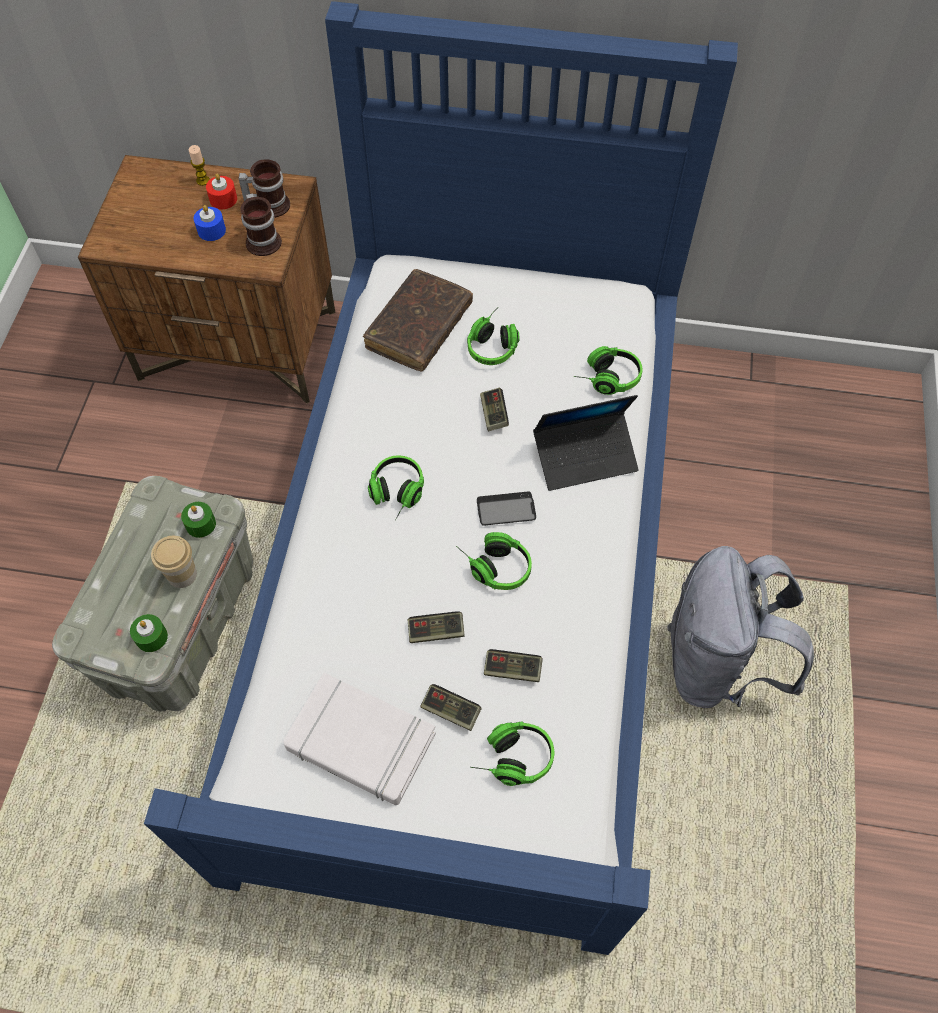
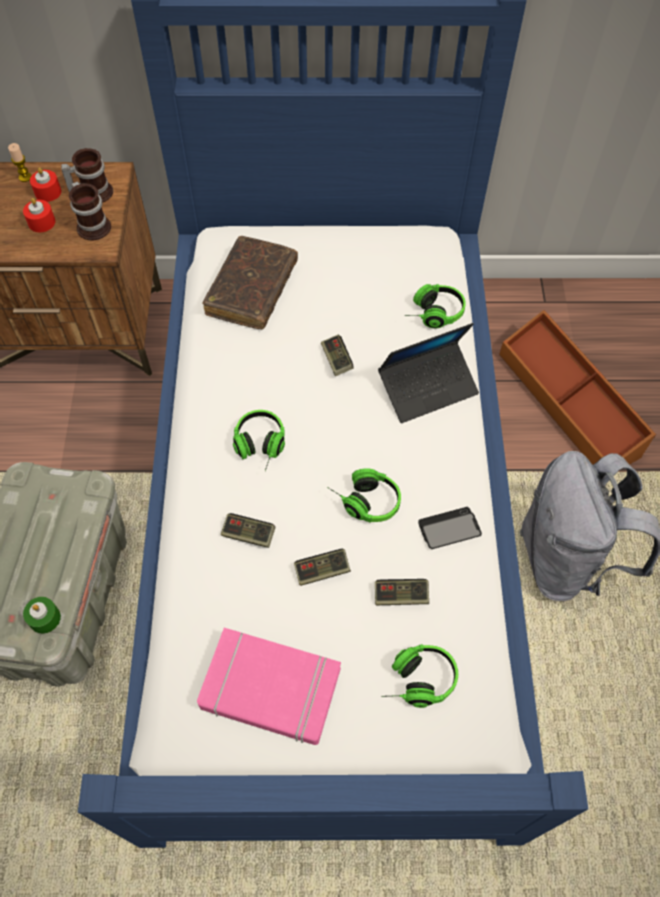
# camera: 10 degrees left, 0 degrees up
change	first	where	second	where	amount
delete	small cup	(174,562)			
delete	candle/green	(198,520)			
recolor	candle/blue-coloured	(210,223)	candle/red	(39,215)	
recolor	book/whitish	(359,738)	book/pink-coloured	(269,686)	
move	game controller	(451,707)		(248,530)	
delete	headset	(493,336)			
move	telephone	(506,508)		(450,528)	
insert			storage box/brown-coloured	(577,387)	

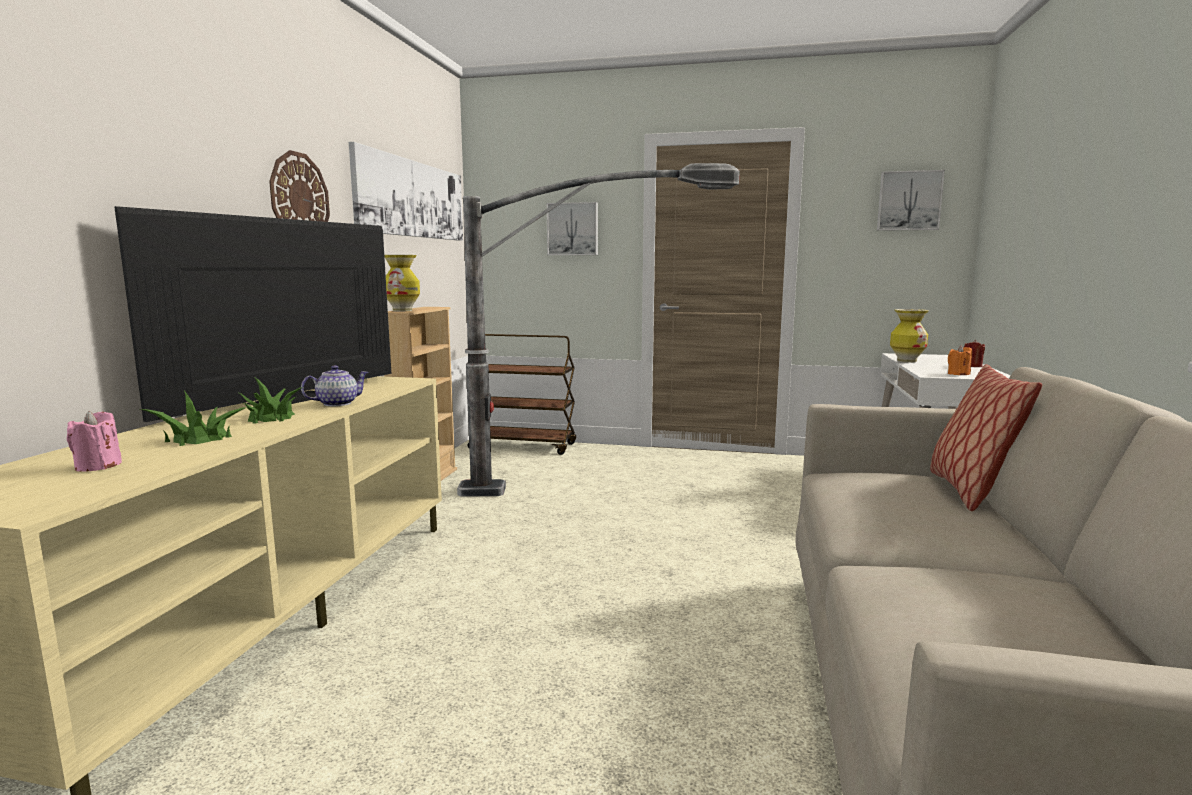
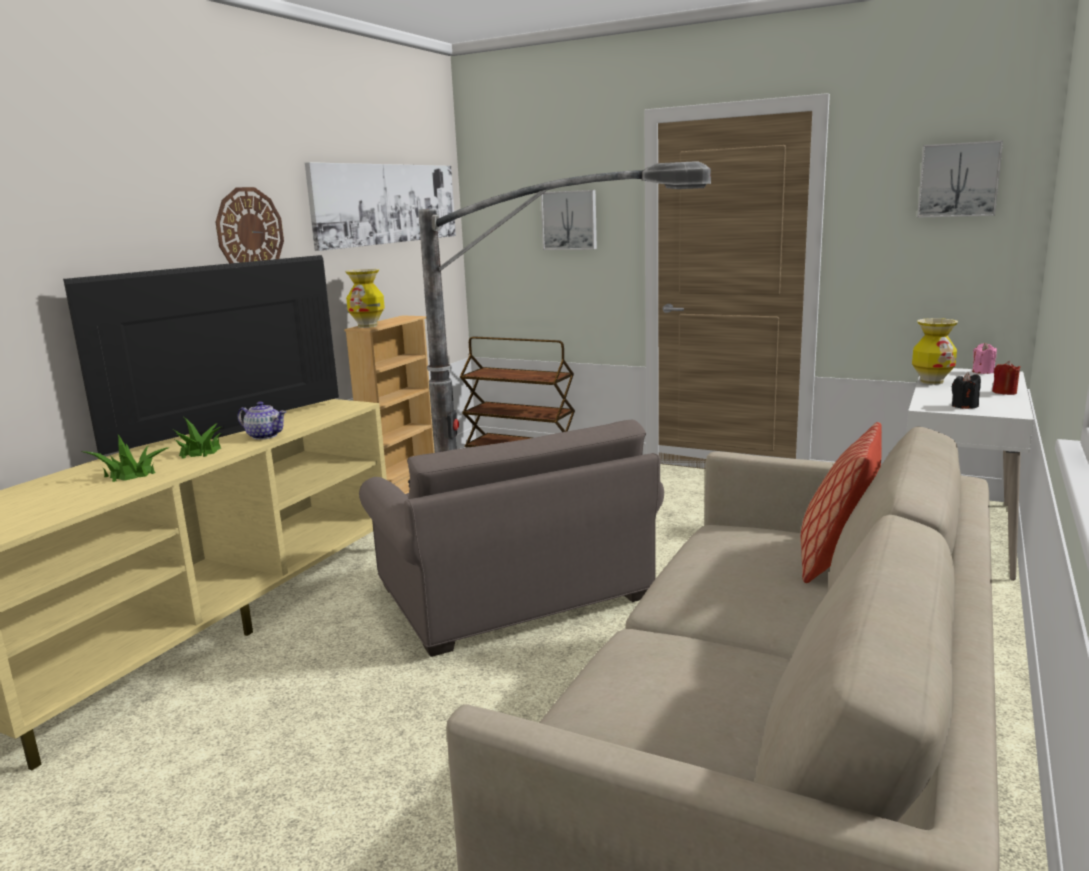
# camera: 15 degrees right, 5 degrees up
change	first	where	second	where	amount
move	candle/pink-coloured	(94,441)		(984,358)	
rotate	pot for tea	(335,385)		(262,420)	45 degrees clockwise
recolor	candle/orange	(960,360)	candle/black	(966,391)	
insert			armchair/gray	(511,538)	

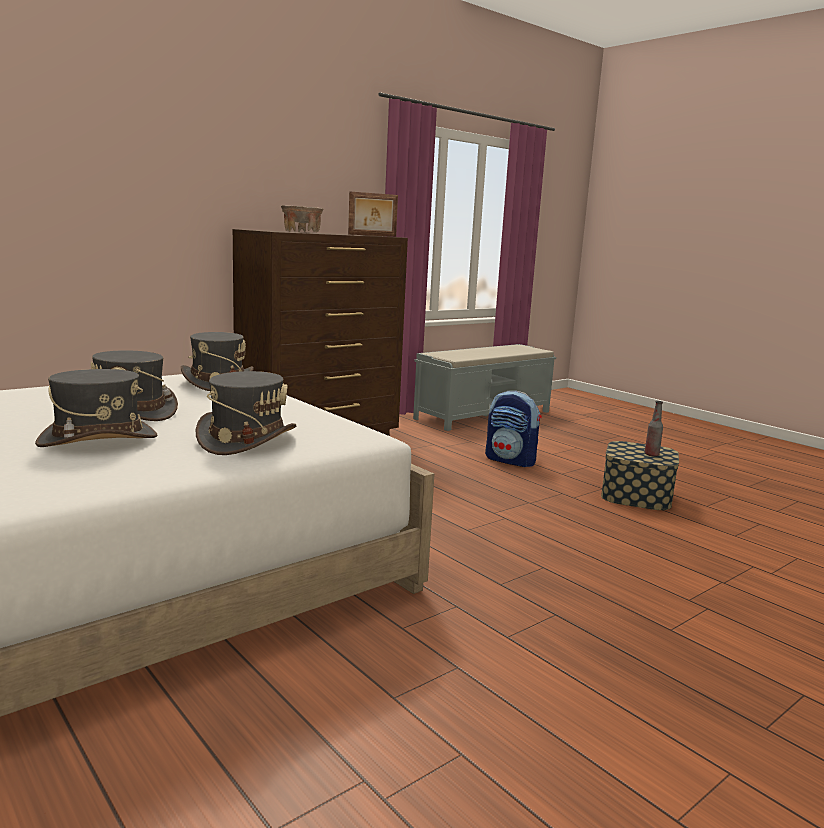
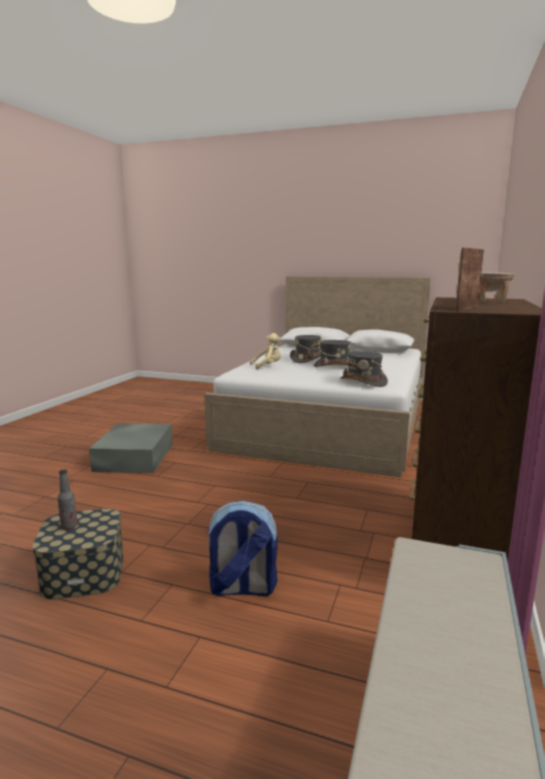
# camera: 150 degrees right, 0 degrees up
change	first	where	second	where	amount
replace	wearable hat/gray	(246,413)	soft toy/beige	(265,351)	
insert			storage box/gray	(131,448)	

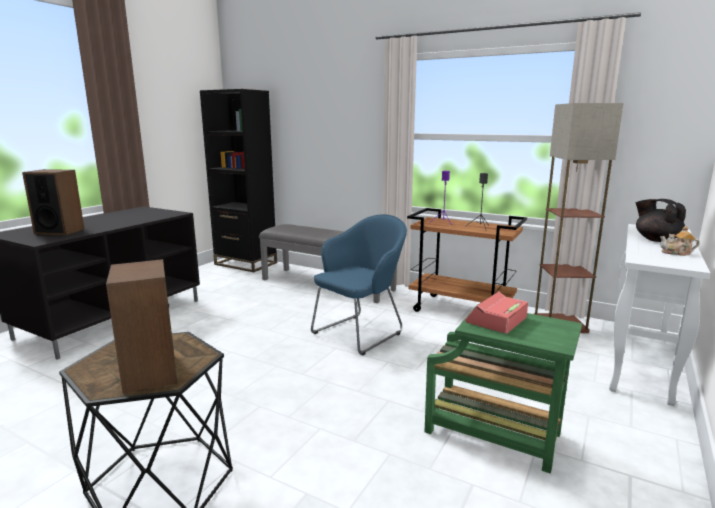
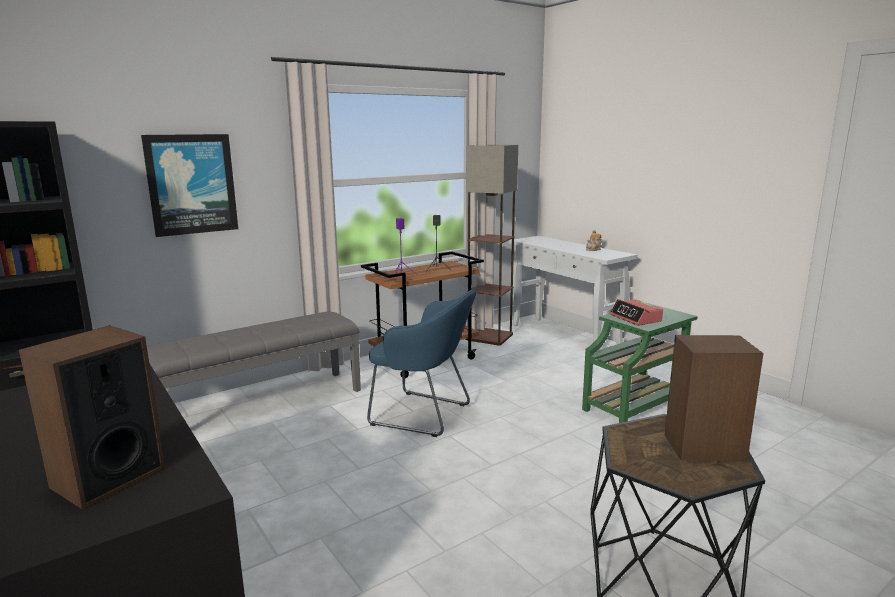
# camera: 65 degrees left, 0 degrees up
change	first	where	second	where	amount
rotate	armchair/blue-coloured	(359,285)		(422,363)	135 degrees clockwise
delete	pot for tea/black	(661,220)			
insert			wall picture	(189,185)	

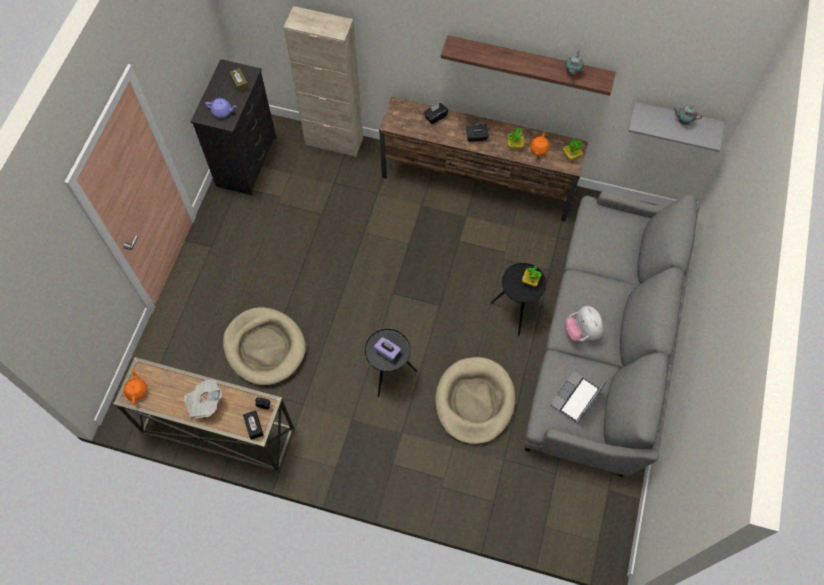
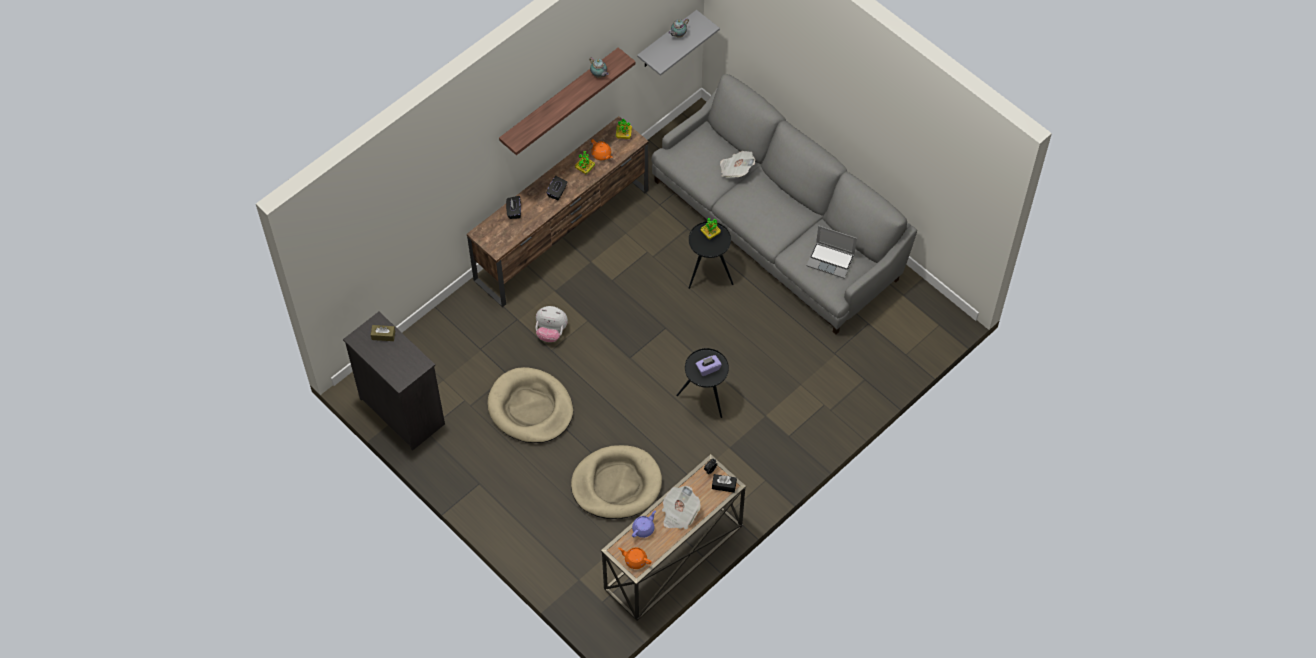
# camera: 60 degrees left, 5 degrees down
change	first	where	second	where	amount
move	pot for tea/purplish	(220,108)		(644,524)	
delete	storage cabinet/beige	(323,81)			
move	pet bed/beige	(475,400)		(530,405)	
rotate	portable computer	(579,397)		(831,252)	45 degrees counterclockwise
move	soft toy	(583,323)		(551,324)	
insert			daily paper	(737,164)	

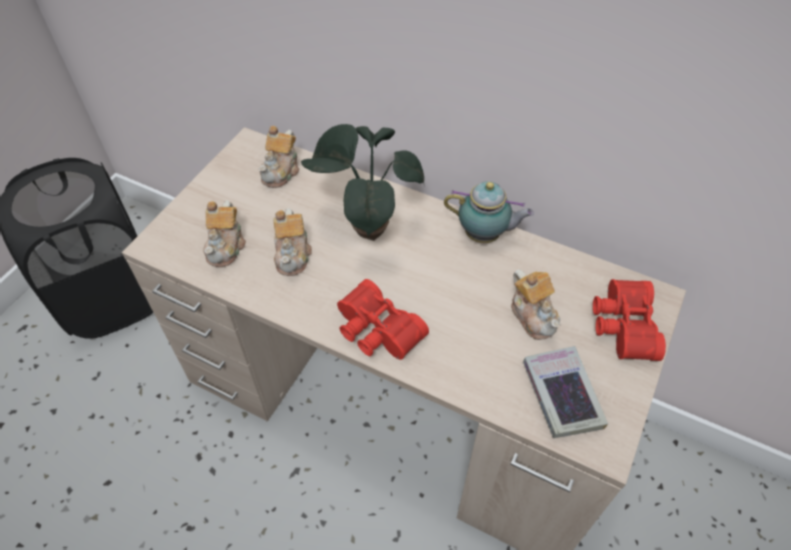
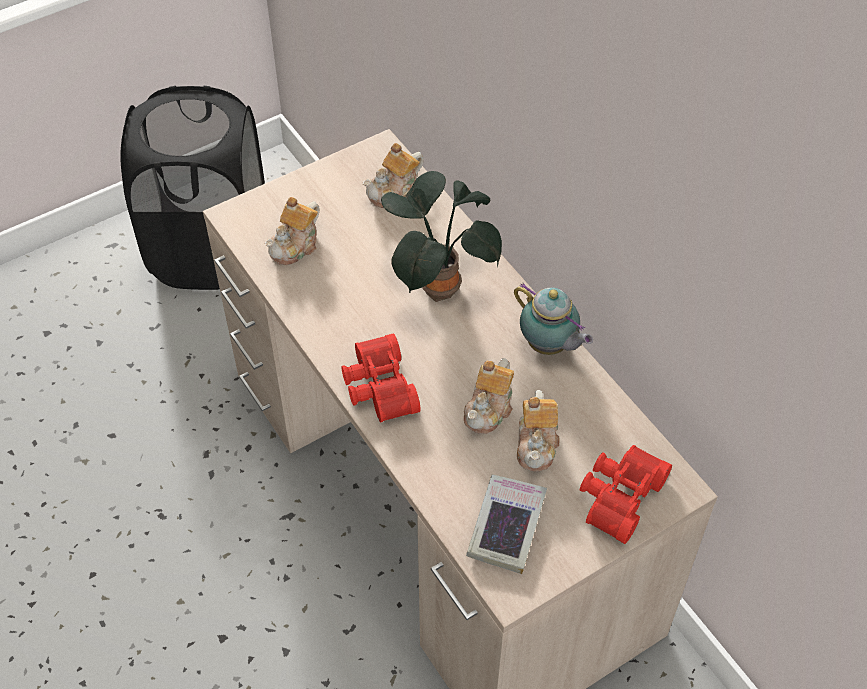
# camera: 30 degrees right, 0 degrees up
change	first	where	second	where	amount
move	pot for tea	(293,242)		(489,396)	

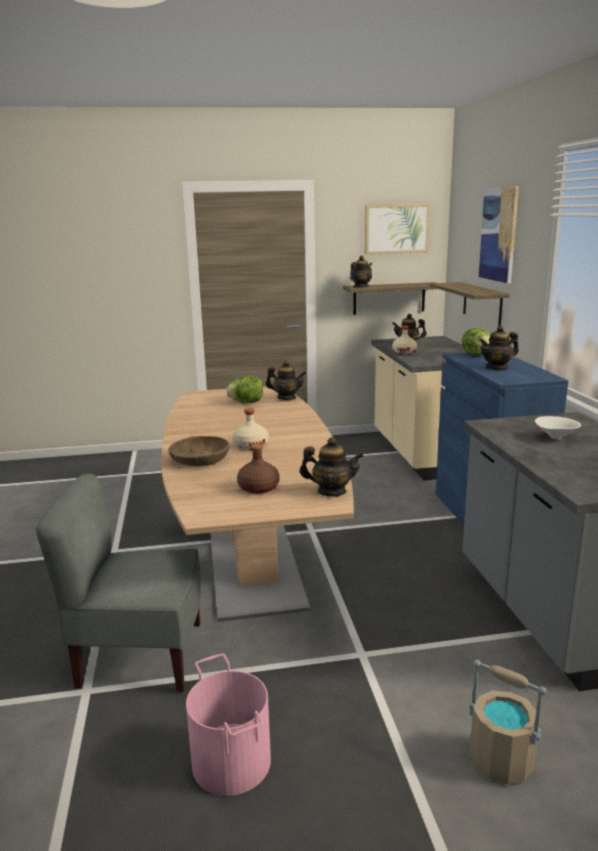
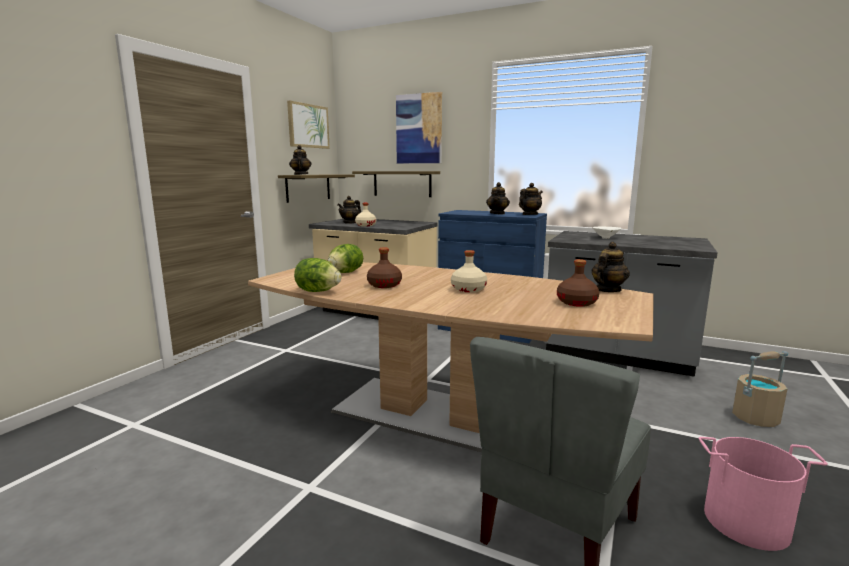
# camera: 55 degrees left, 5 degrees down
change	first	where	second	where	amount
delete	deep dish/brown-coloured	(199,451)			
move	pot for tea	(286,380)		(531,199)	
move	lettuce	(476,341)		(317,275)	
insert			beverage bottle/brown-coloured	(384,267)	

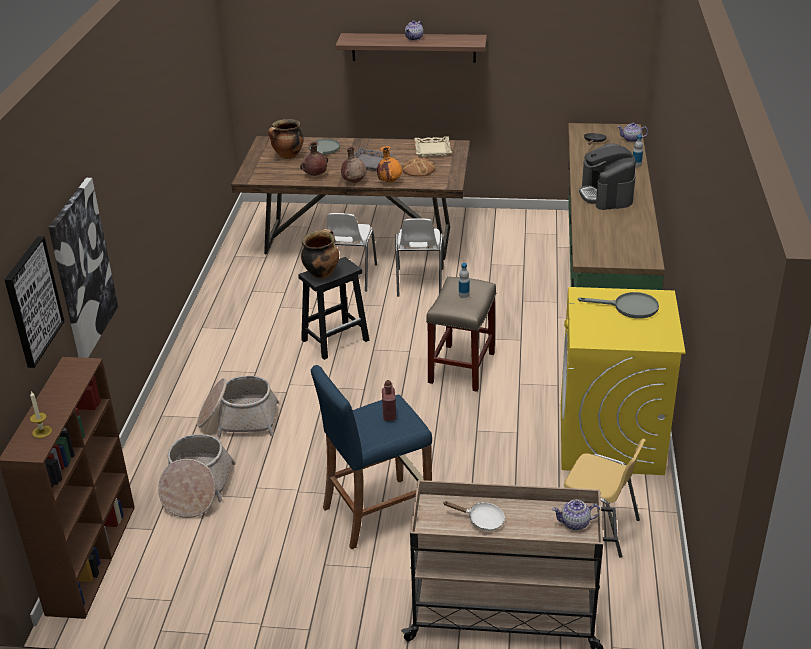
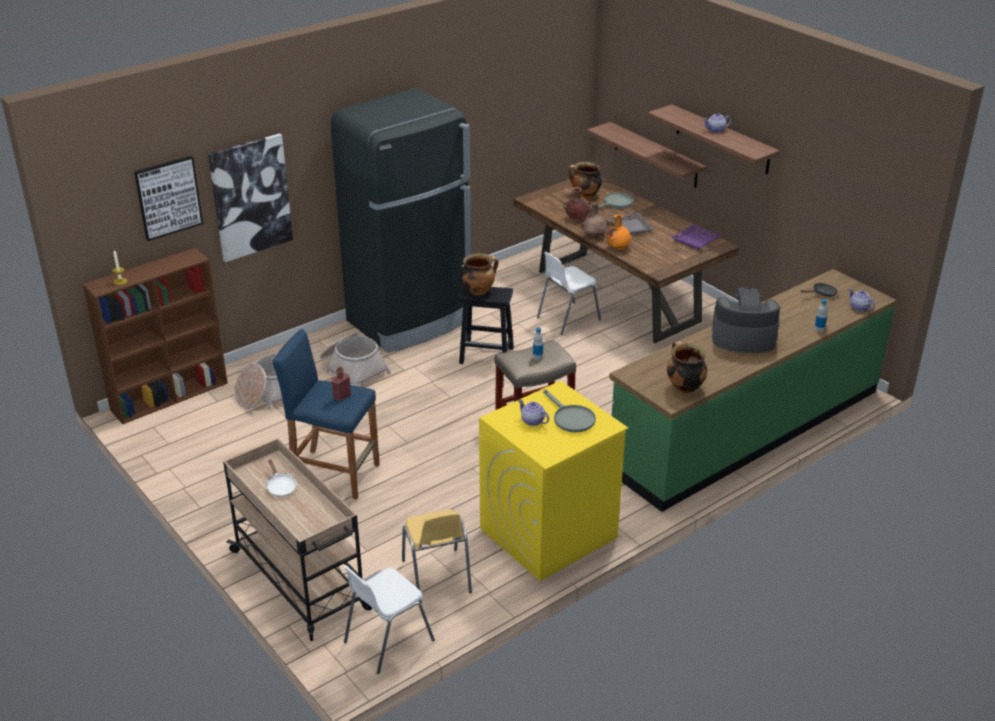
# camera: 45 degrees right, 0 degrees up
change	first	where	second	where	amount
move	upright chair/whitish	(419,257)		(389,619)	
delete	baked bread	(418,166)			
recolor	tray/beige	(433,146)	tray/purplish	(696,237)	
move	pot for tea	(576,515)		(533,412)	
rotate	coffee brewer	(607,176)		(746,320)	60 degrees clockwise
insert			fridge/black	(401,220)	
insert			bracket shelf	(646,155)	
insert			cooking pot	(687,367)	

